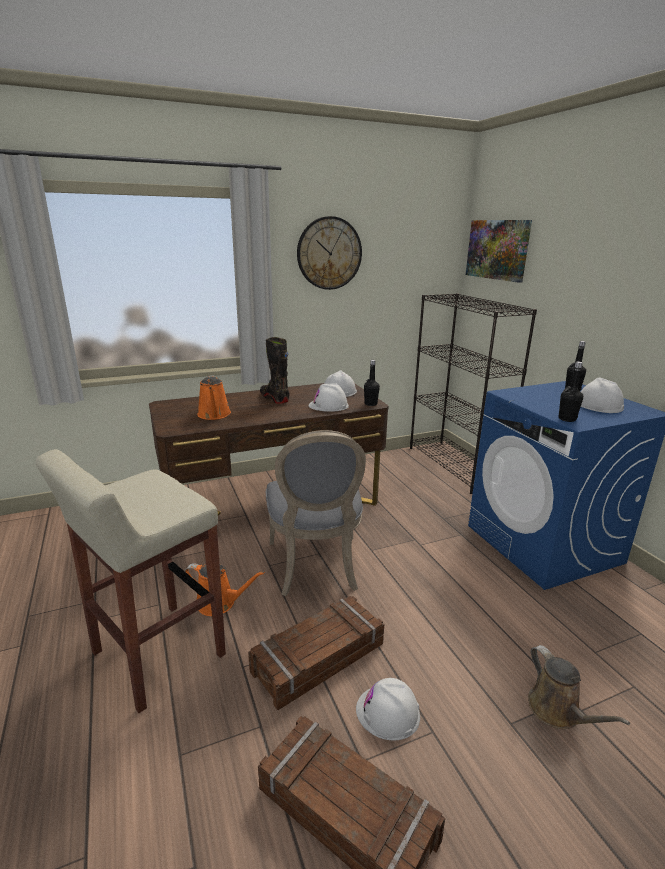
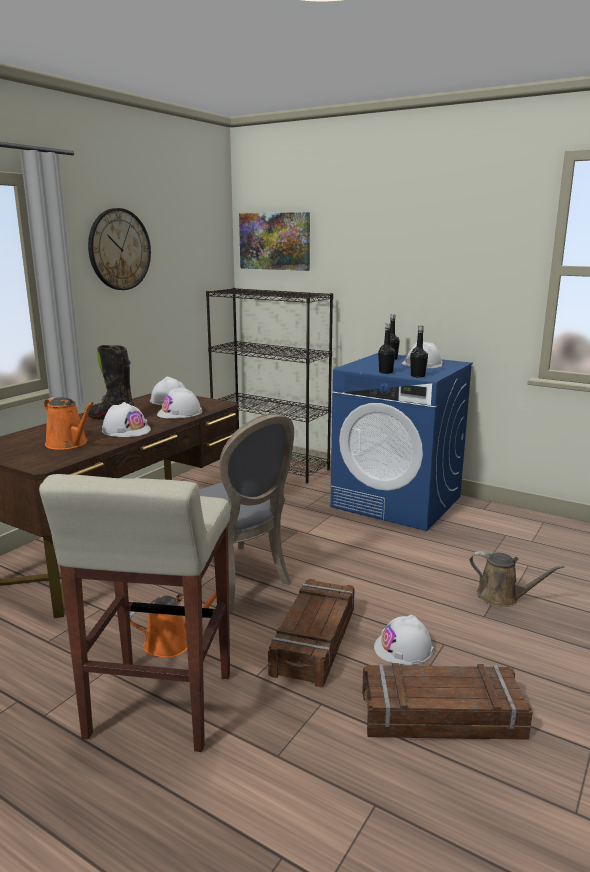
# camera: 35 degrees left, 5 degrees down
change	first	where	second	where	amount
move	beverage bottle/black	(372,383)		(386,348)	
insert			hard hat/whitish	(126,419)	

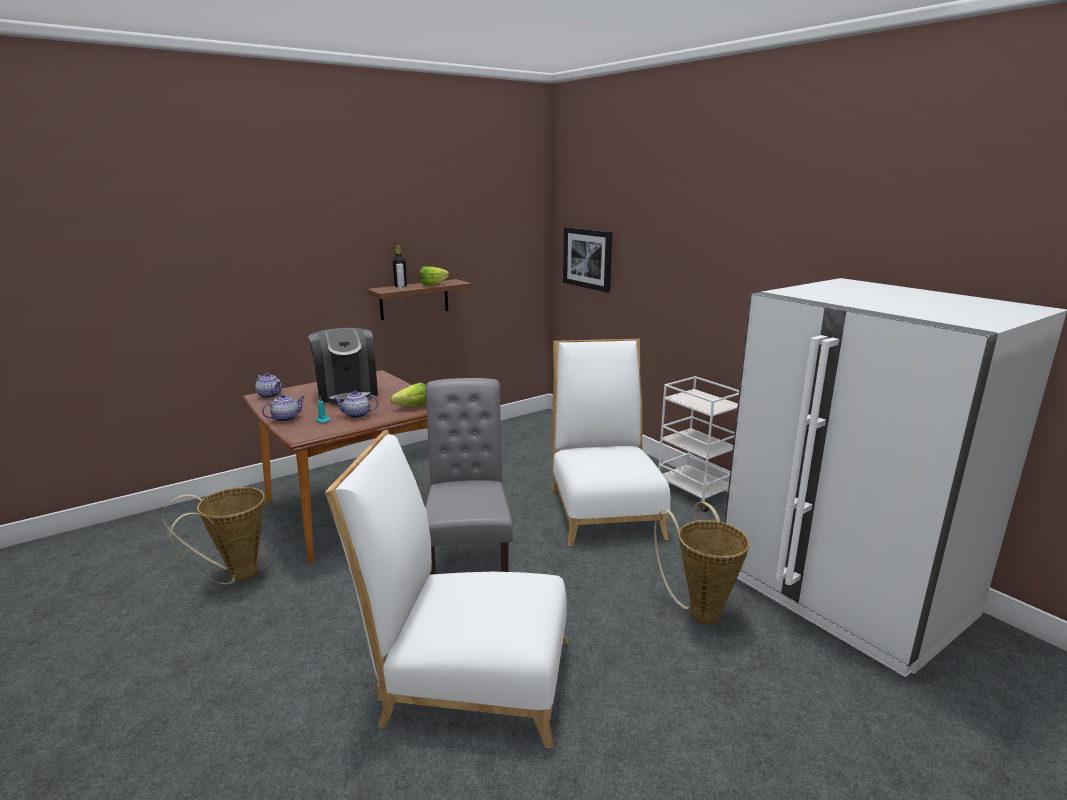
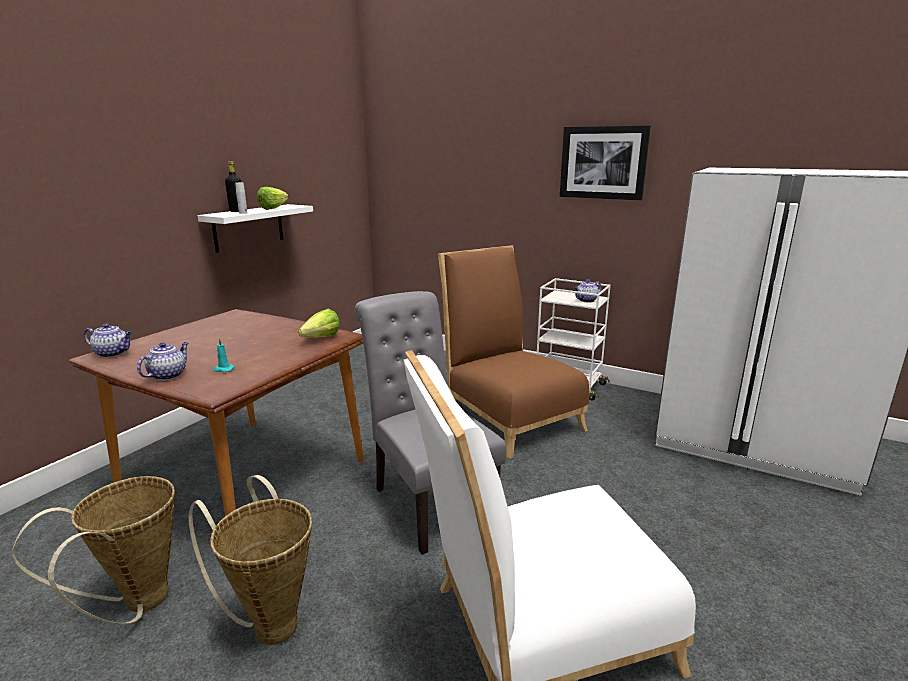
# camera: 25 degrees left, 0 degrees up
change	first	where	second	where	amount
delete	coffee brewer	(343,366)			
move	pot for tea	(355,404)		(587,291)	
recolor	bracket shelf/brown-coloured	(419,299)	bracket shelf/whitish	(255,228)	
recolor	upright chair/whitish	(611,442)	upright chair/brown-coloured	(513,351)	
move	wall picture	(587,260)		(605,162)	
move	basket	(702,563)		(250,560)	

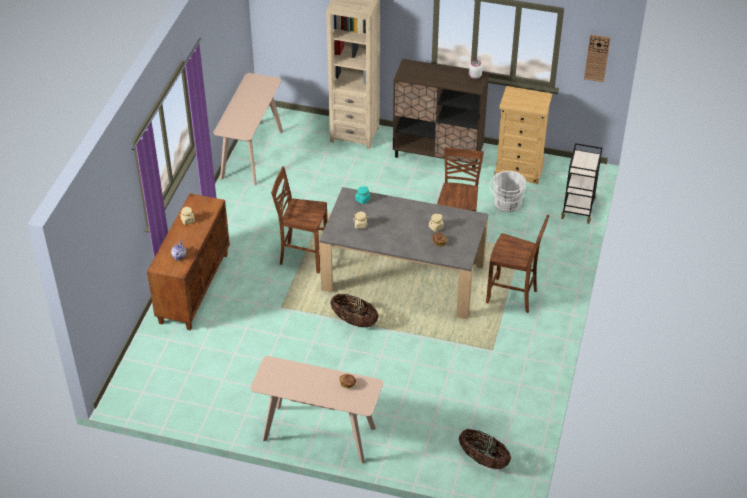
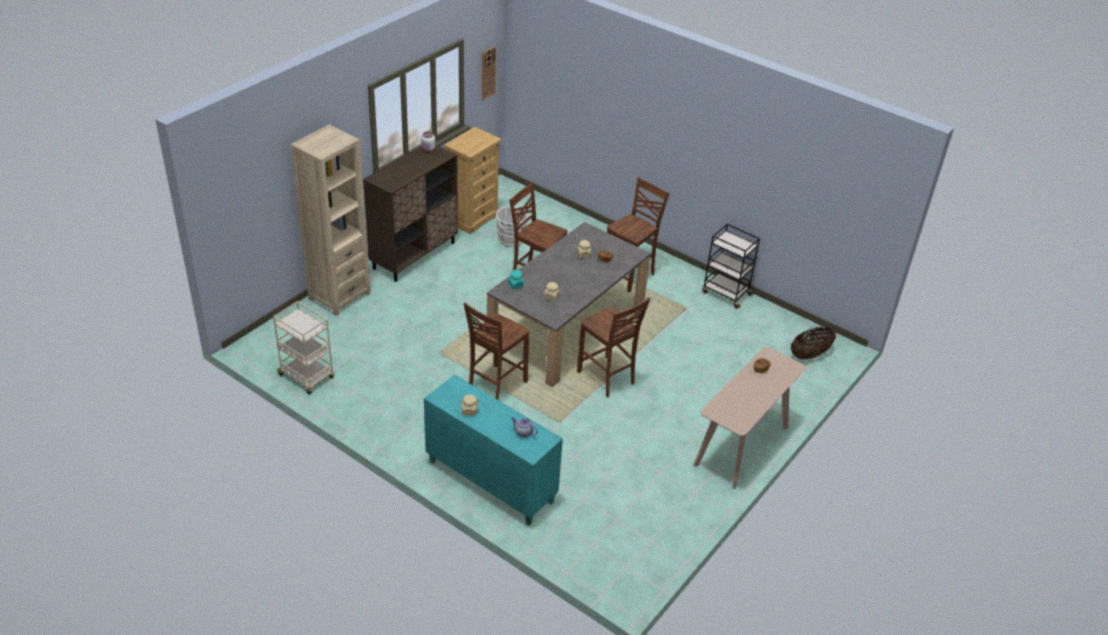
# camera: 70 degrees left, 5 degrees down
change	first	where	second	where	amount
recolor	storage cabinet/brown-coloured	(188,262)	storage cabinet/blue-green	(493,450)	
replace	hall table/beige	(248,129)	wheeled cart/beige	(304,347)	
replace	basket	(354,310)	upright chair/brown-coloured	(614,347)	
move	wheeled cart/black	(581,183)		(731,266)	

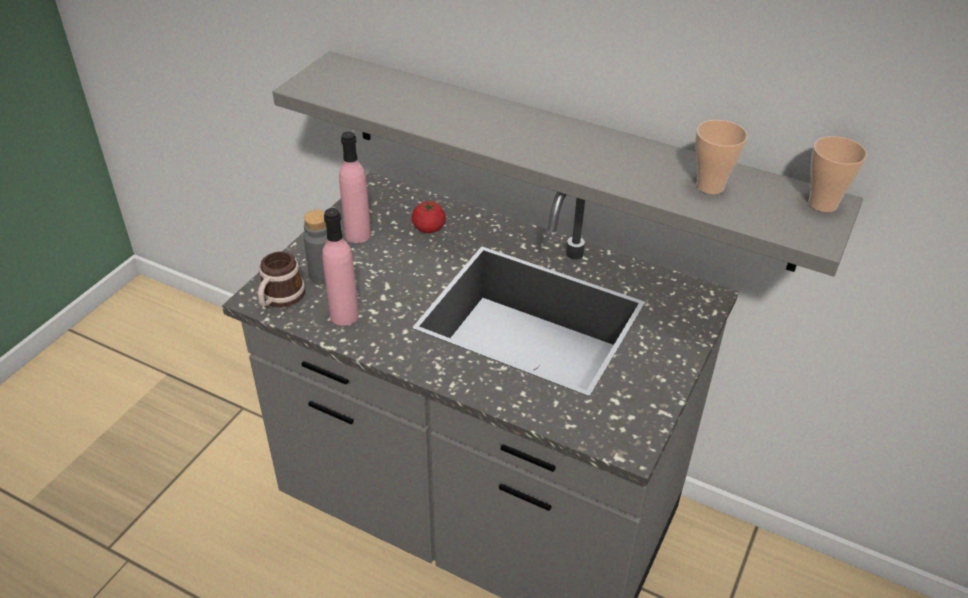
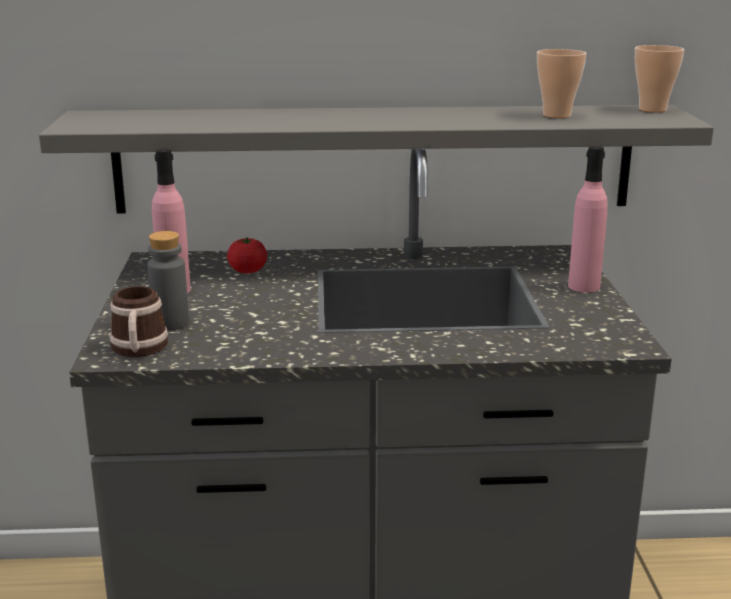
# camera: 30 degrees left, 20 degrees down
change	first	where	second	where	amount
move	beverage bottle/pink-coloured	(340,267)		(588,219)	

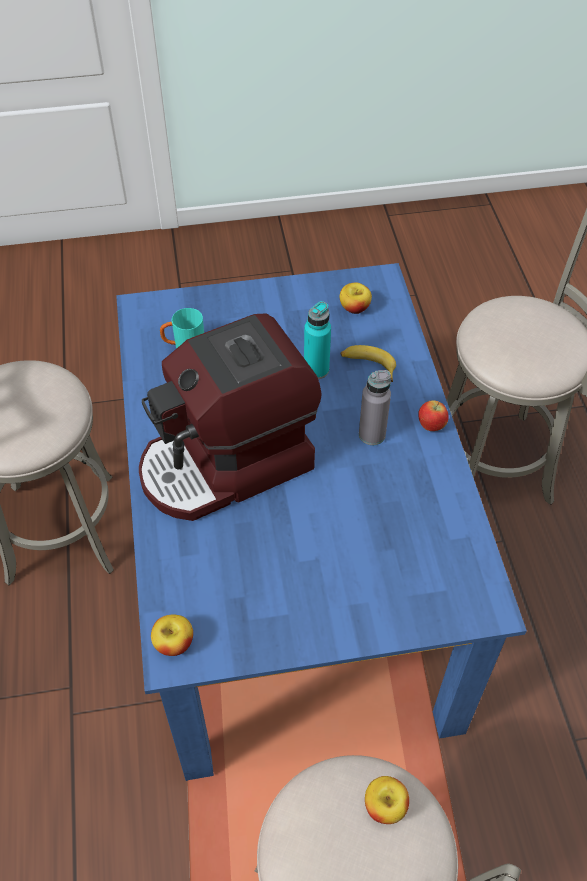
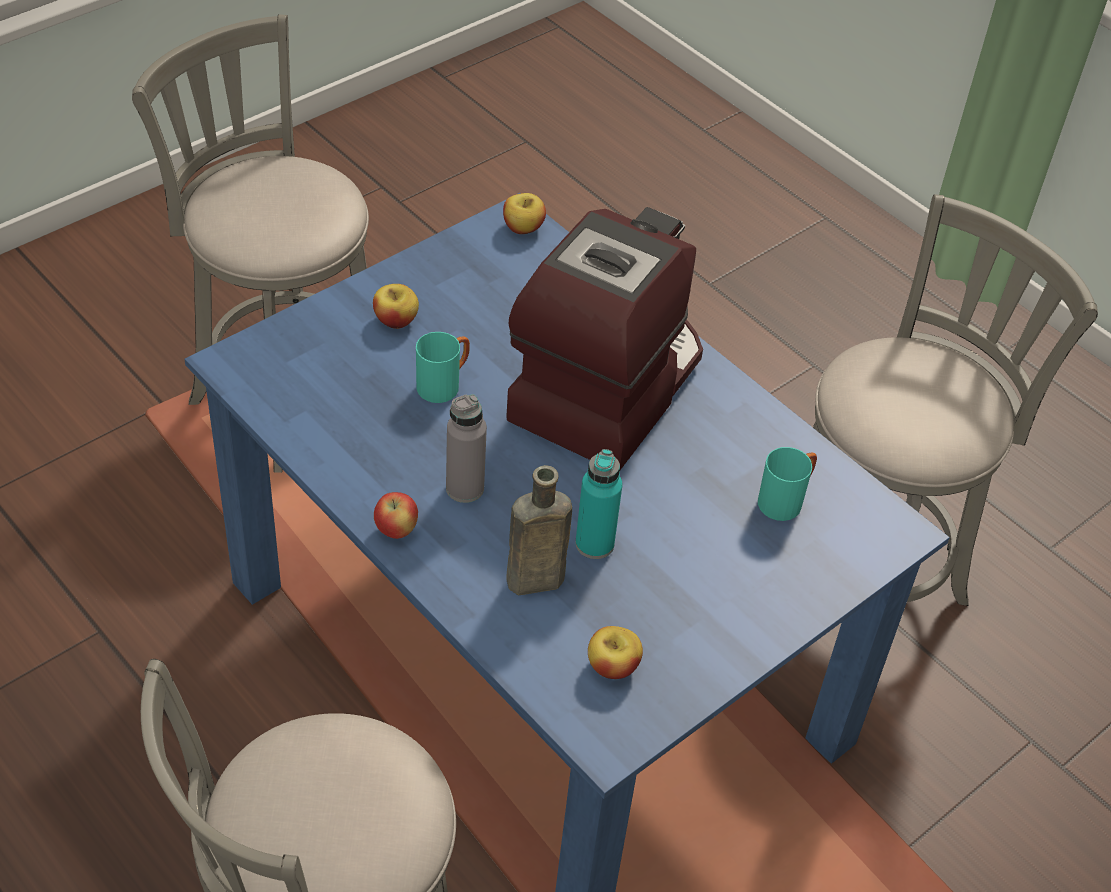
# camera: 145 degrees right, 5 degrees down
change	first	where	second	where	amount
replace	whole banana	(368,363)	beverage bottle/brown-coloured	(539,530)	
move	whole apple	(387,800)		(396,306)	
insert			coffee mug/blue-green	(443,367)	

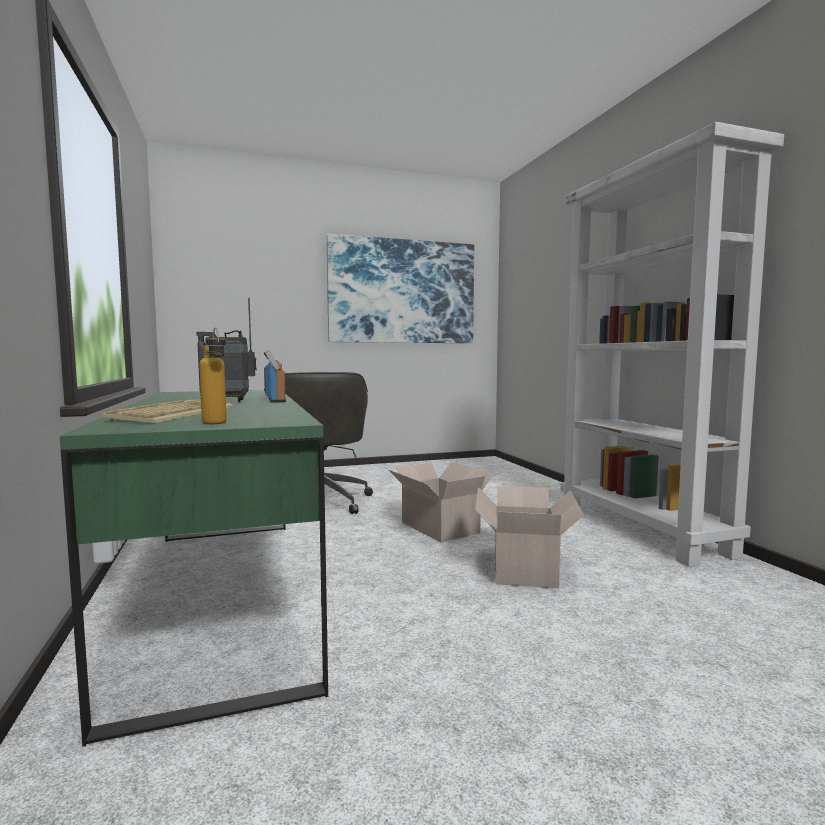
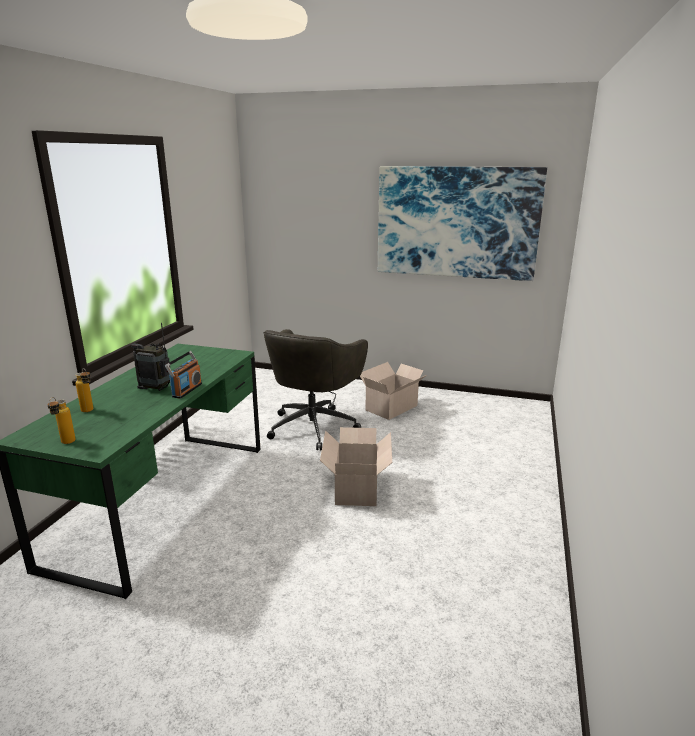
# camera: 35 degrees right, 15 degrees up
change	first	where	second	where	amount
replace	keyboard	(166,411)	beverage bottle	(84,390)	
move	packing box	(529,537)		(393,391)	
delete	bookshelf/whitish	(672,344)			

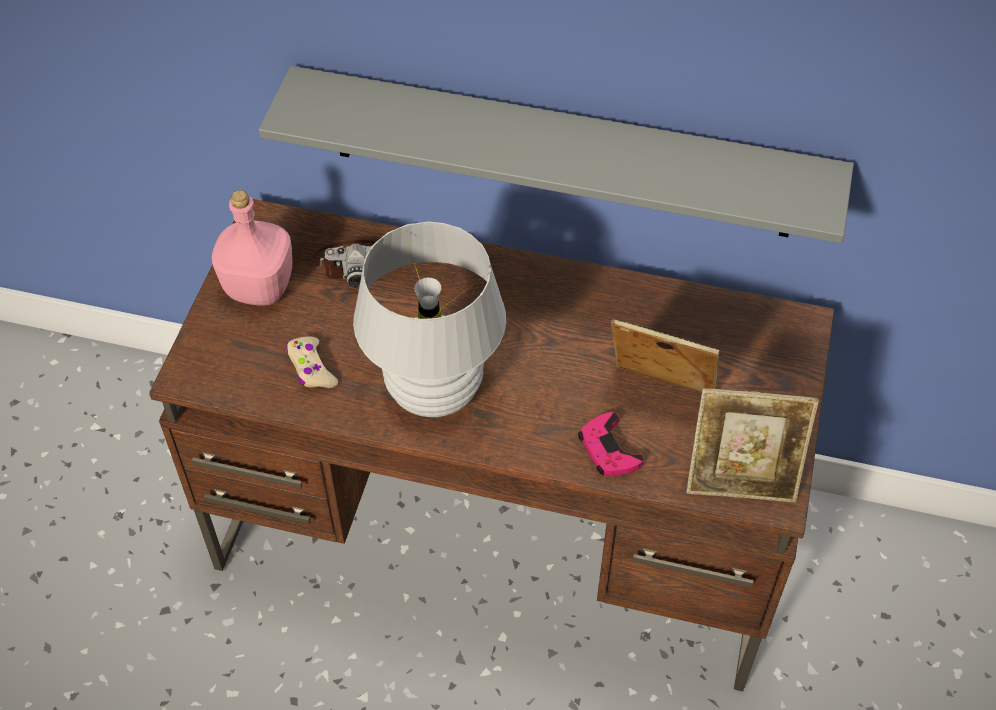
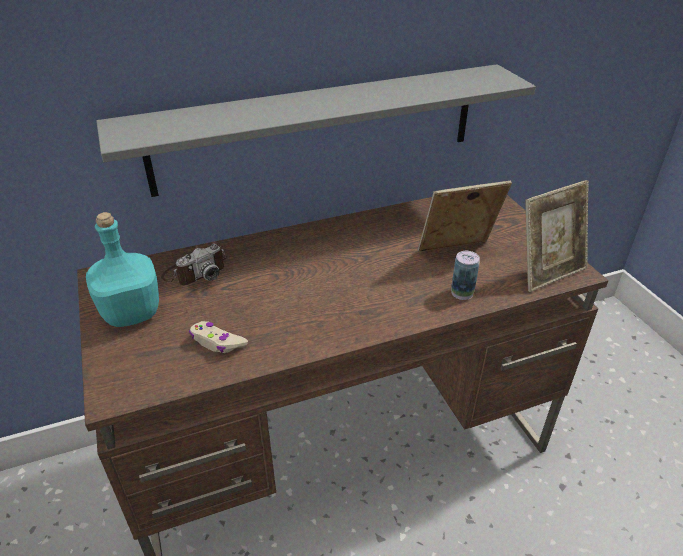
# camera: 35 degrees left, 15 degrees down
change	first	where	second	where	amount
recolor	beverage bottle/pink-coloured	(252,247)	beverage bottle/blue-green	(122,269)	
delete	tabletop lamp/whitish	(429,319)			
replace	game controller/pink-coloured	(610,444)	can	(465,275)	

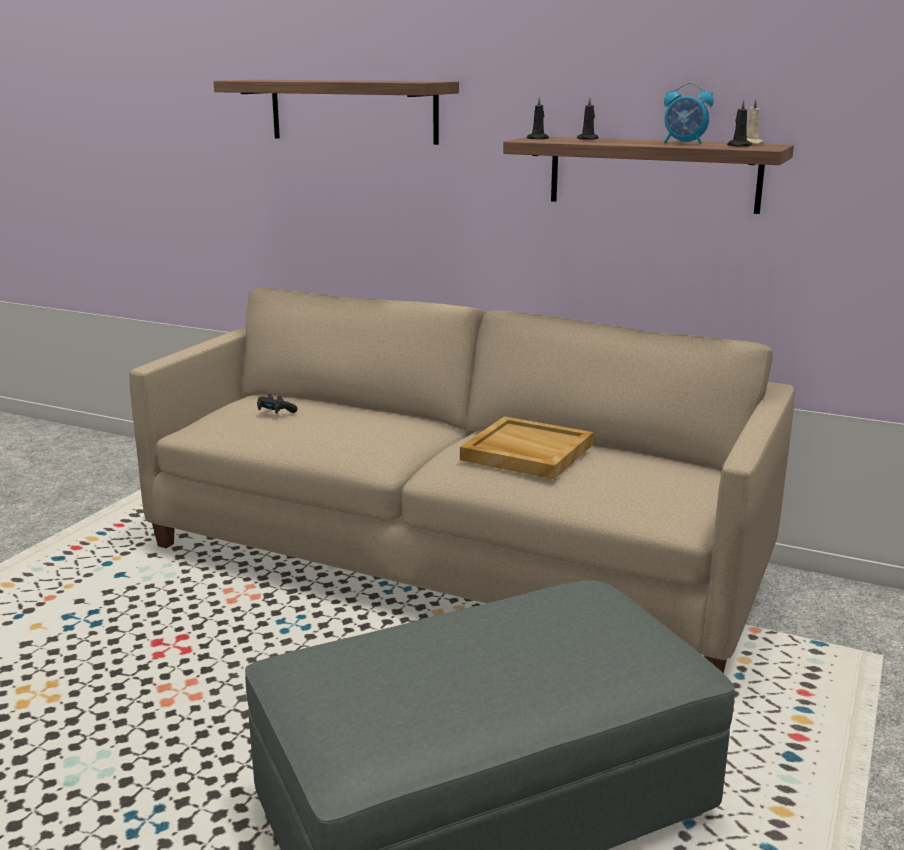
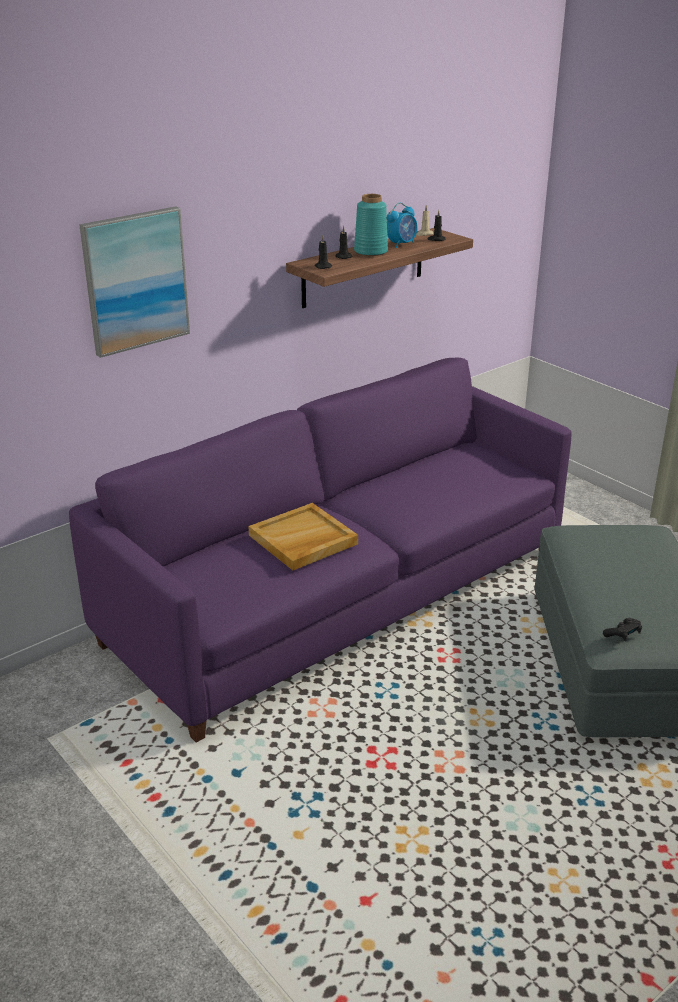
# camera: 65 degrees left, 10 degrees up
change	first	where	second	where	amount
recolor	settee/beige	(462,481)	settee/purplish	(320,550)	
replace	bracket shelf	(336,112)	wall picture	(134,282)	
move	game controller/black	(277,404)		(622,629)	
move	tray/beige	(527,447)		(303,536)	
insert			decorative vase/blue-green	(371,225)	

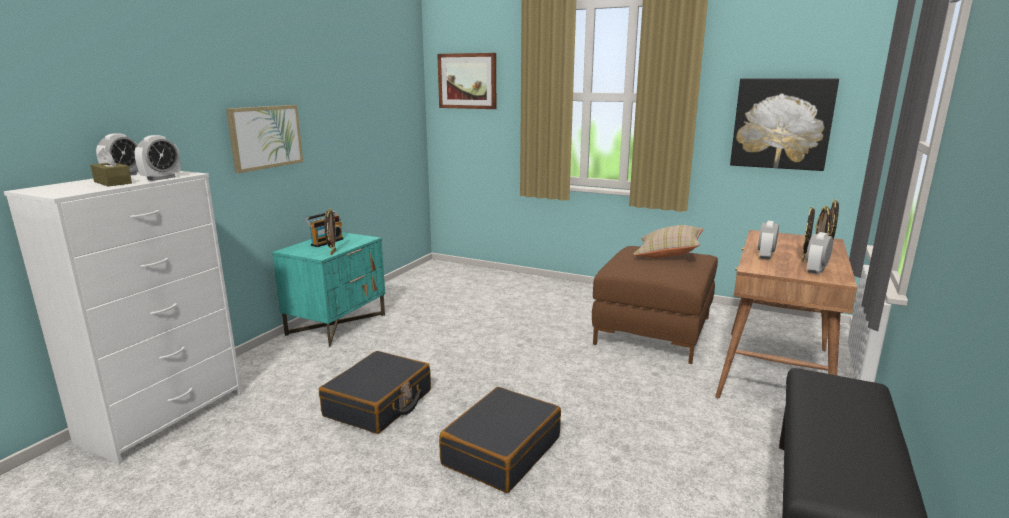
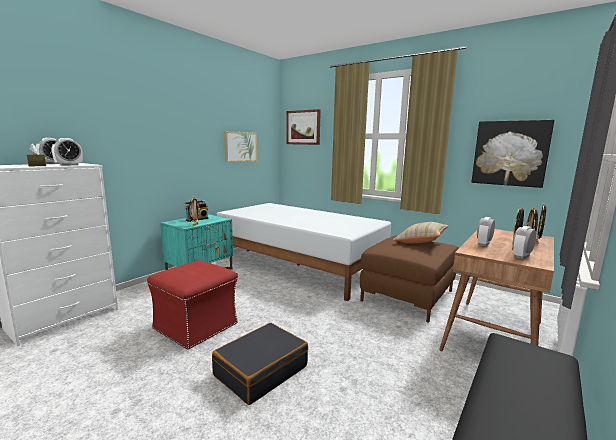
# camera: 10 degrees right, 5 degrees down
change	first	where	second	where	amount
move	wall picture	(264,139)		(240,147)	
replace	suitcase/black	(375,392)	footrest/red	(192,305)	
insert			bedroom bed/whitish	(303,252)	

